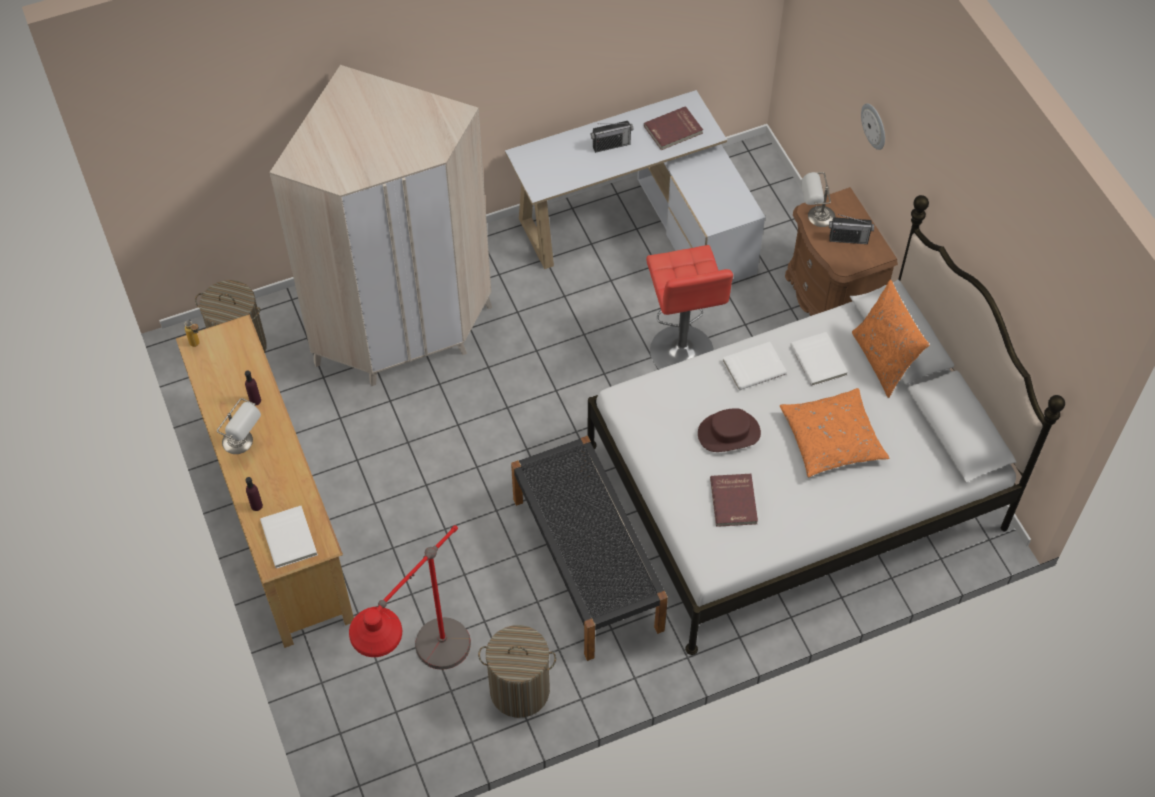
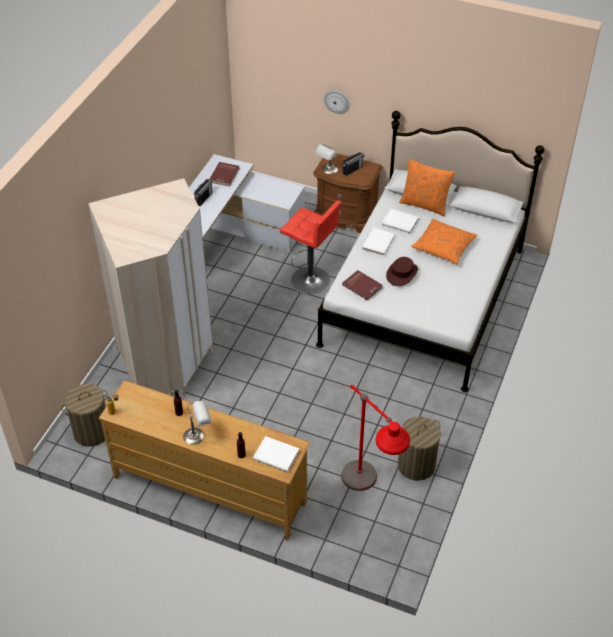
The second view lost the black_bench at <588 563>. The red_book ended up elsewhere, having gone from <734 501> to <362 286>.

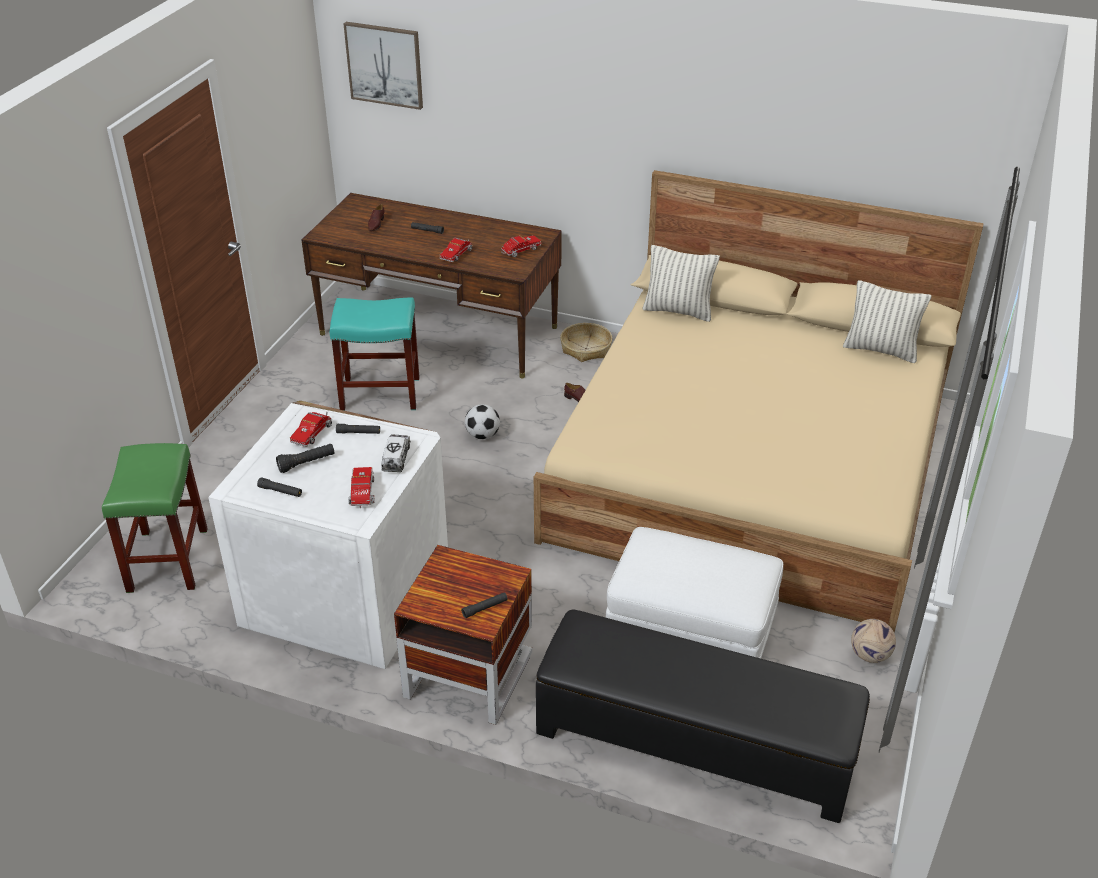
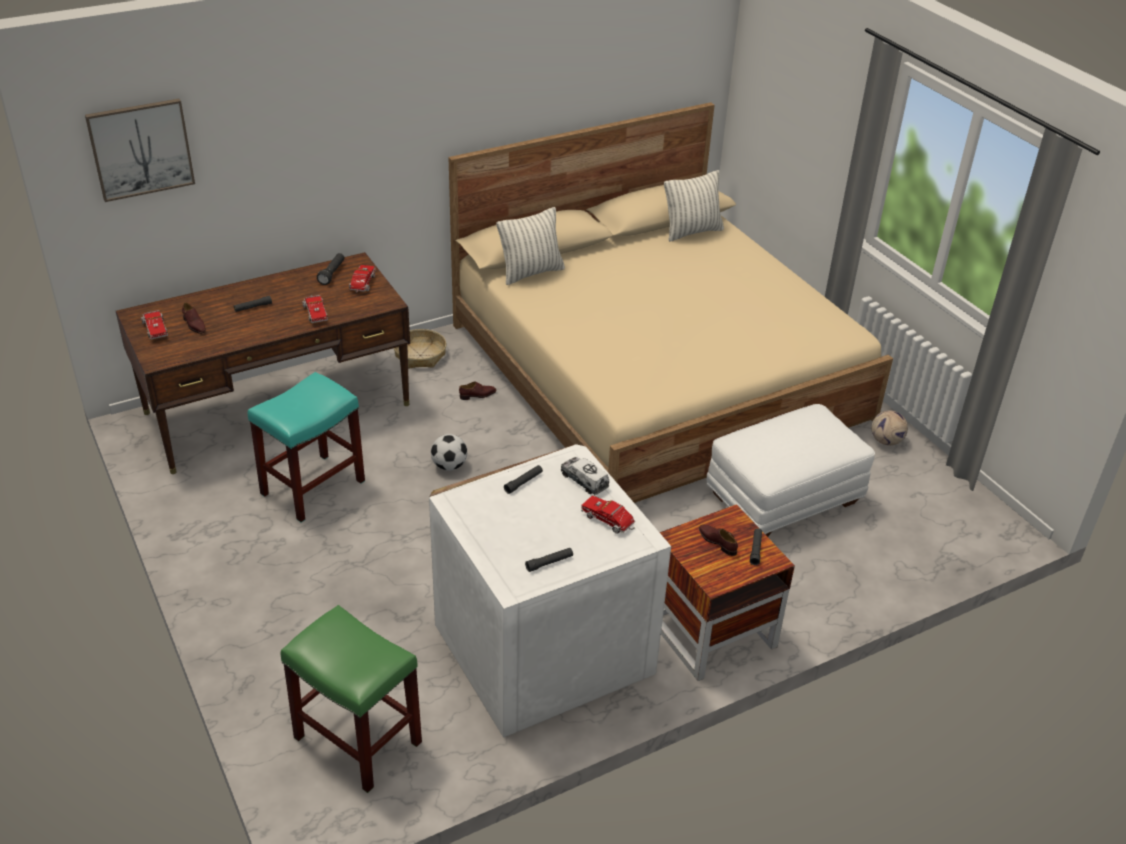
The black_flashlight ended up elsewhere, having gone from <306 463> to <332 274>. The toy_truck ended up elsewhere, having gone from <313 433> to <155 329>. The second view lost the black_bench at <693 740>. The second view gained the brown_shoe at <717 542>.

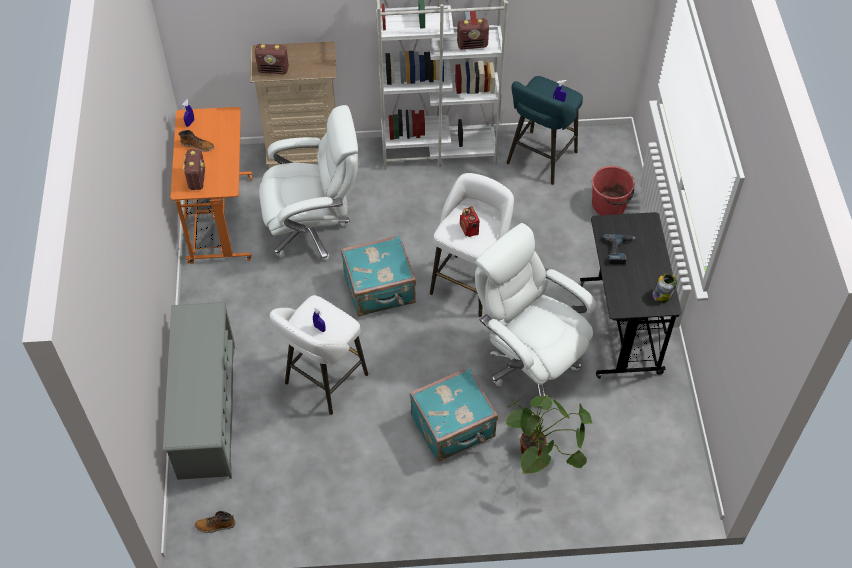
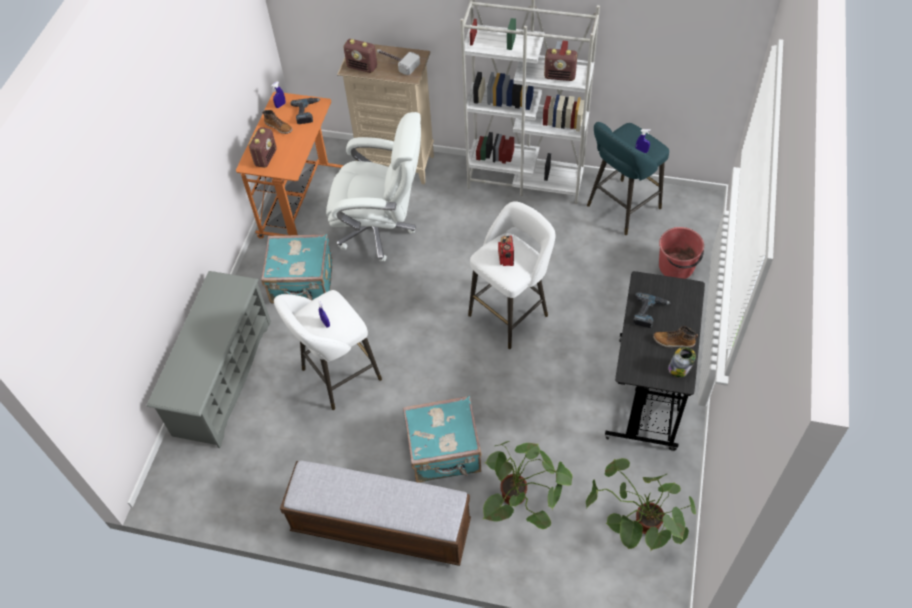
The boot ended up elsewhere, having gone from <215 525> to <673 342>. The turquoise_suitcase ended up elsewhere, having gone from <380 290> to <302 284>. The second view lost the white_office_chair at <528 361>. The second view gained the bench at <381 526>. The second view gained the power_drill at <307 112>. The second view gained the hammer at <396 62>. The second view gained the potted_plant at <636 529>.

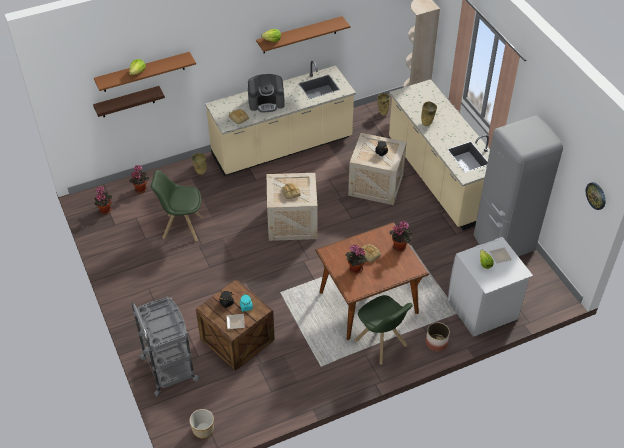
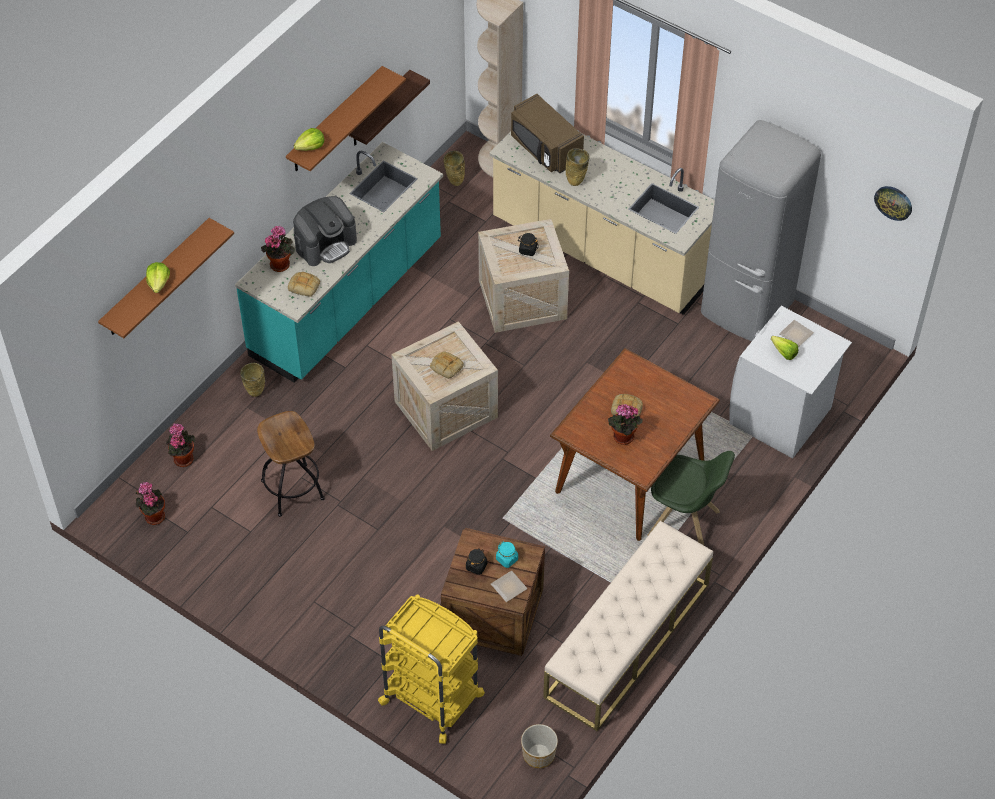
The shelf ended up elsewhere, having gone from <127 102> to <378 110>. What was the grey_cart at <170 369> turned into the yellow_cart at <432 698>. Where the green_chair stood at <182 227>, the brown_stool came to stand at <292 489>. What was the beige_counter at <282 148> turned into the turquoise_counter at <348 300>. The potted_plant ended up elsewhere, having gone from <400 246> to <280 263>. The second view lost the planter at <436 343>. The second view gained the brown_microwave at <545 149>. The second view gained the beige_bench at <627 640>.

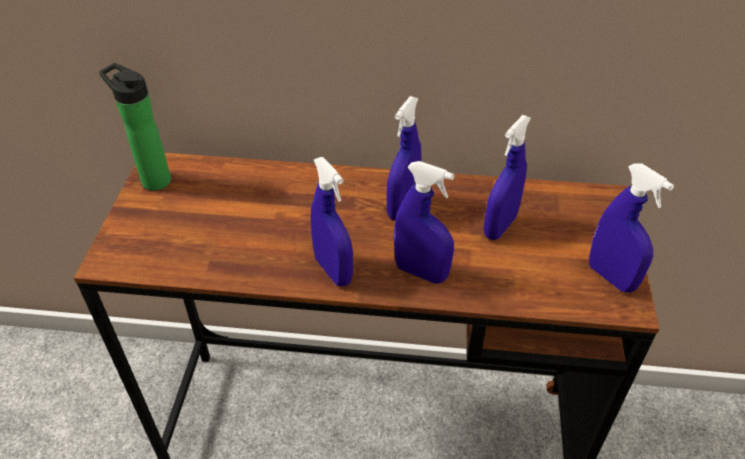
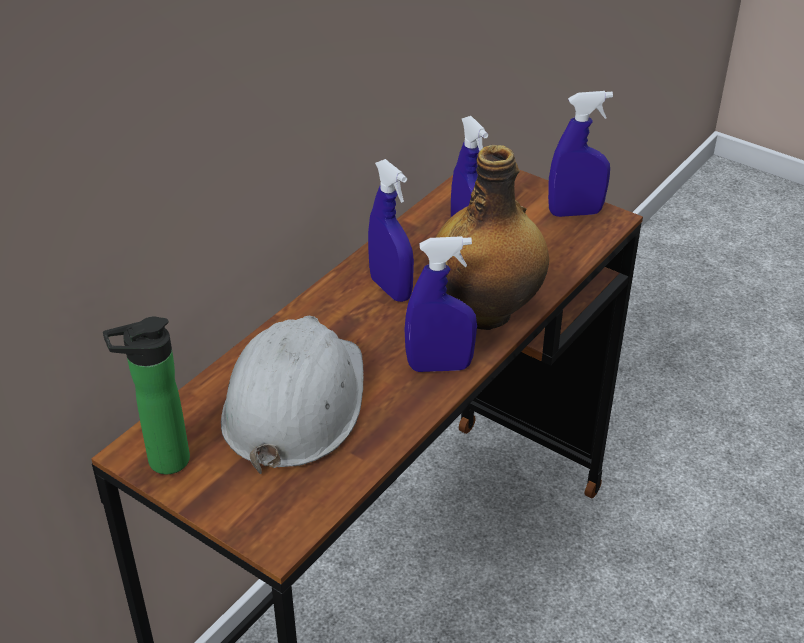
Where the blue_spray_bottle stood at <421 272>, the bottle came to stand at <487 312>. The second view gained the white_hard_hat at <294 403>.

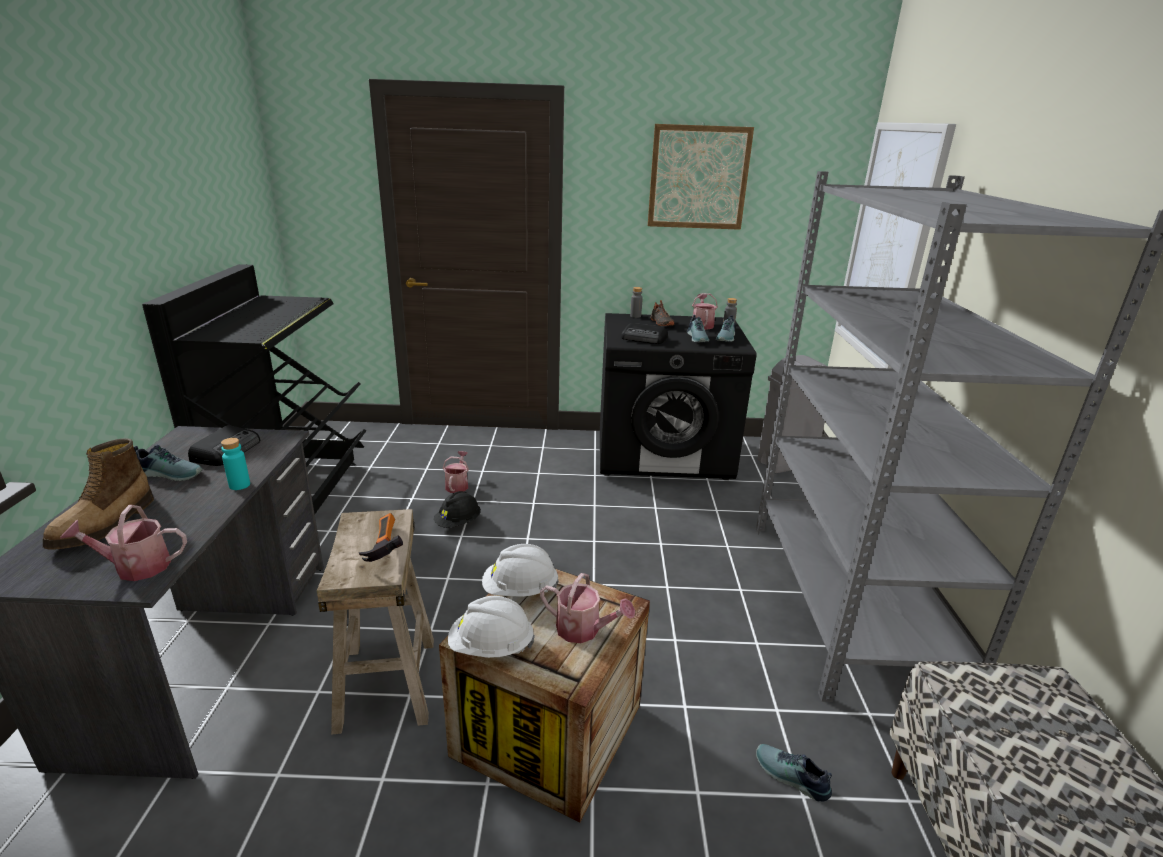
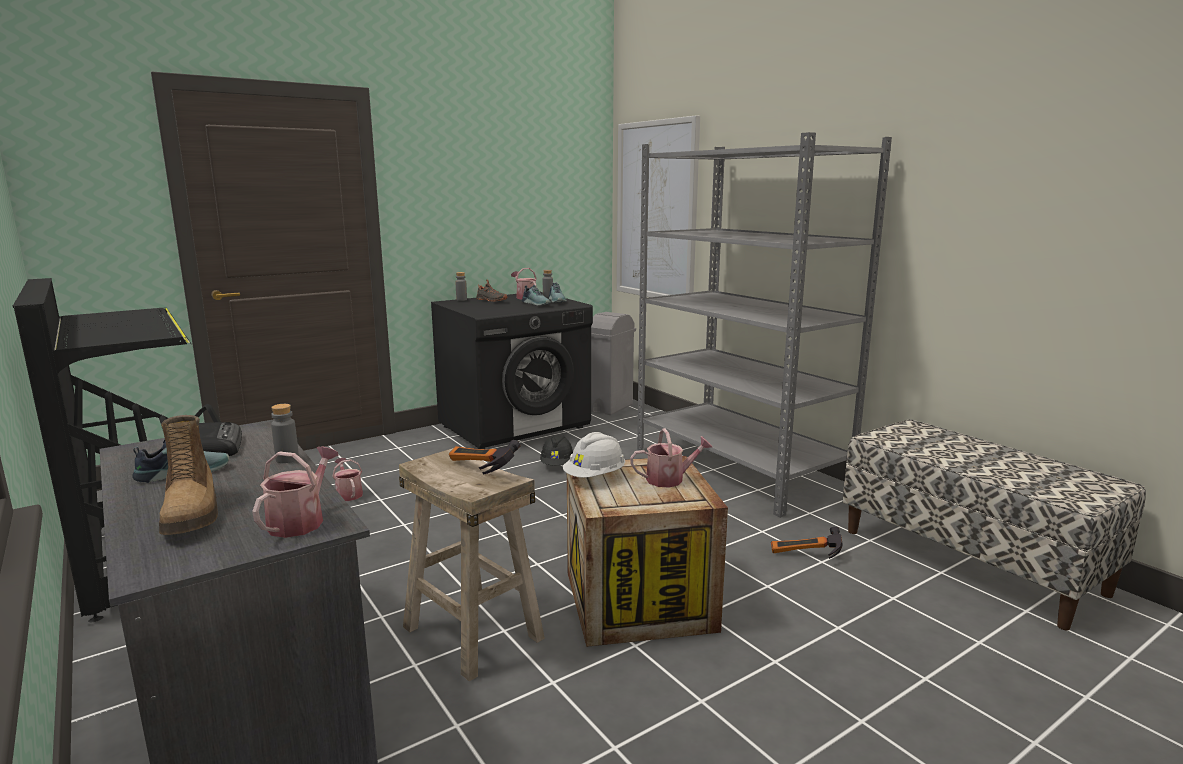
The watering_can at <135 567> ended up facing another way, 150 degrees clockwise from before. What was the turquoise_bottle at <239 485> turned into the grey_bottle at <287 459>. The black_hard_hat ended up elsewhere, having gone from <458 523> to <557 464>. The second view lost the white_hard_hat at <491 647>. The second view lost the radio at <644 338>. The second view lost the picture at <698 176>. Where the shoe stood at <790 777>, the hammer came to stand at <806 556>.

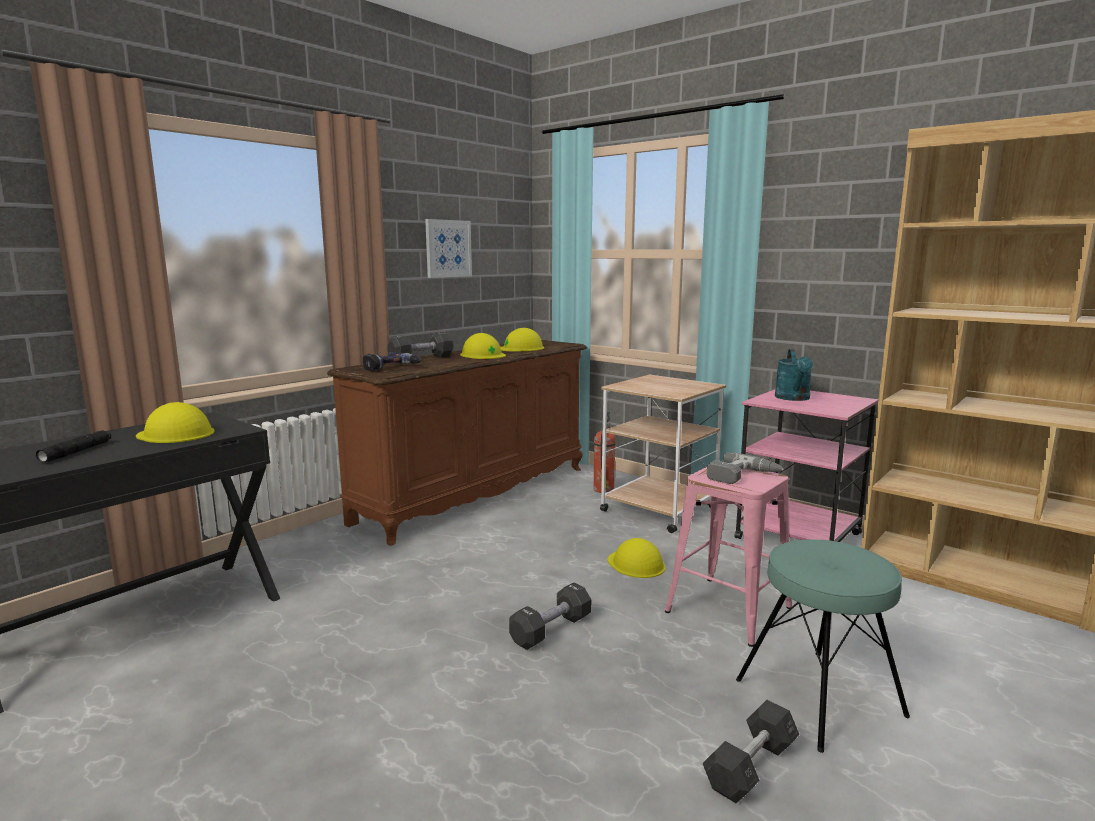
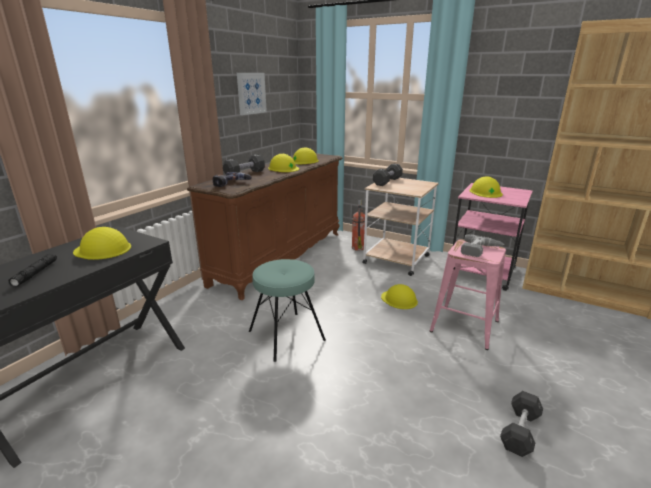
The black_dumbbell ended up elsewhere, having gone from <551 630> to <387 181>. The turquoise_stool ended up elsewhere, having gone from <819 698> to <286 335>. Where the turquoise_watering_can stood at <793 398>, the yellow_hard_hat came to stand at <485 192>.

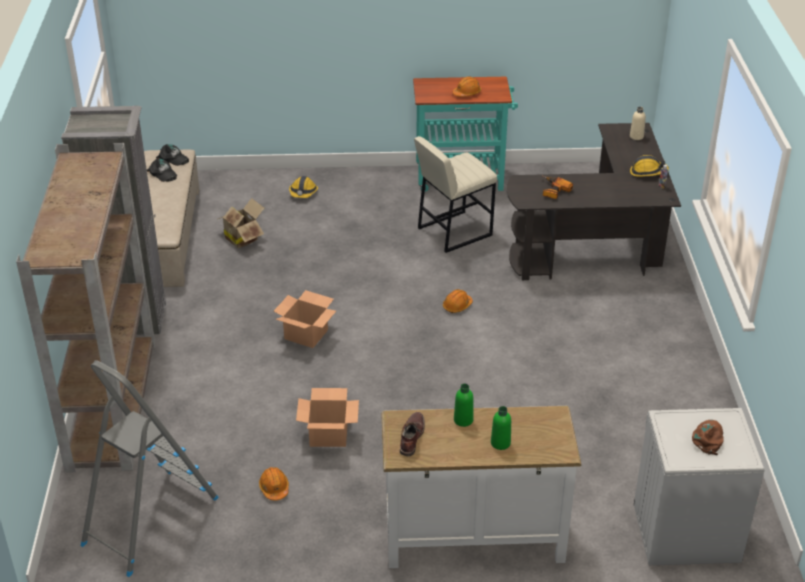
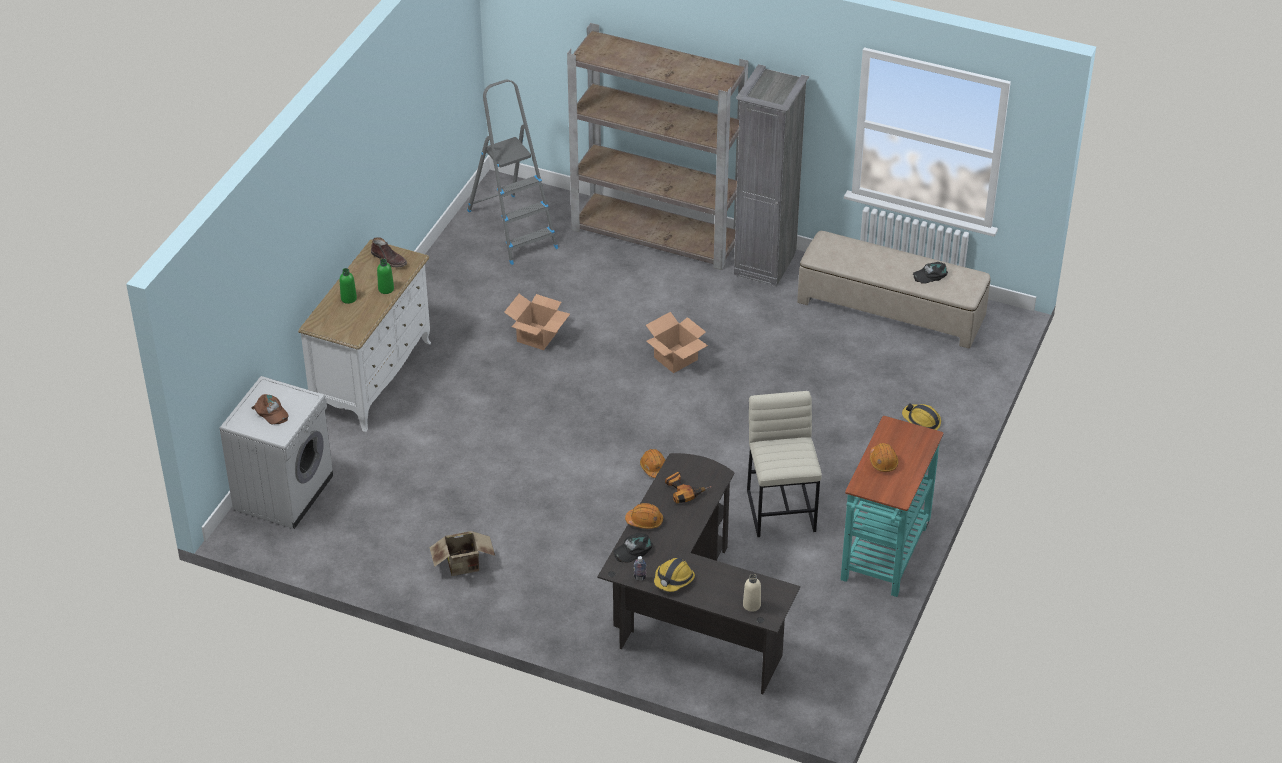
The black_cap ended up elsewhere, having gone from <173 158> to <633 549>. The cardboard_box ended up elsewhere, having gone from <243 238> to <464 566>. The orange_hard_hat ended up elsewhere, having gone from <274 488> to <644 521>.

